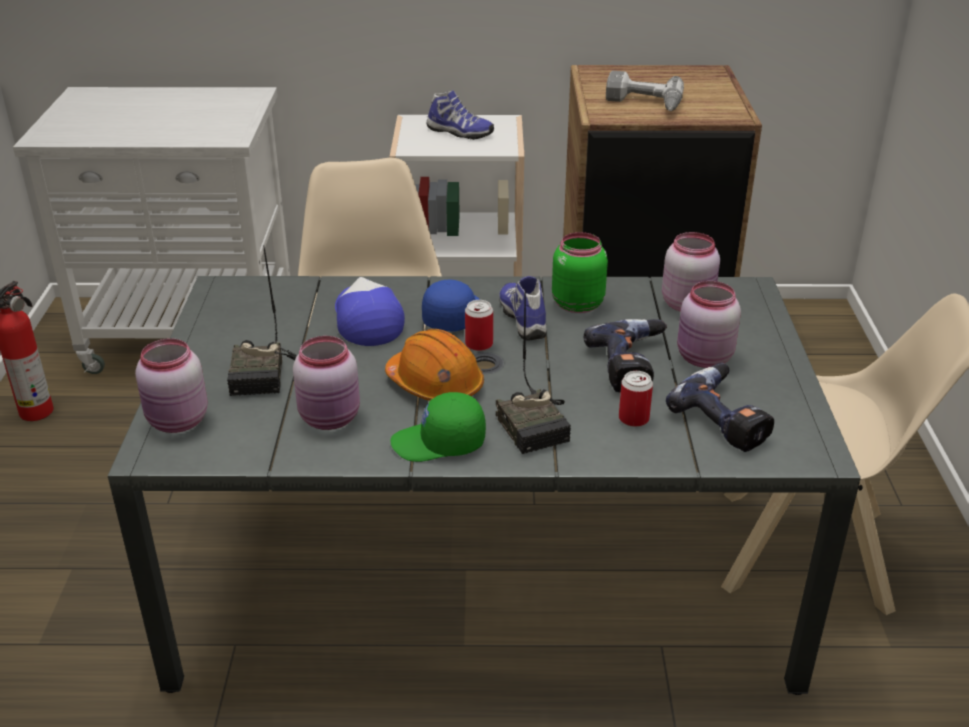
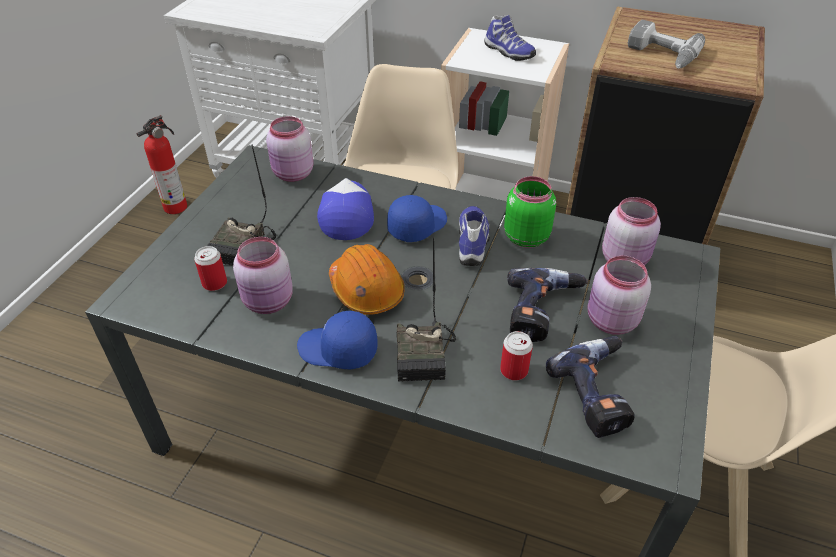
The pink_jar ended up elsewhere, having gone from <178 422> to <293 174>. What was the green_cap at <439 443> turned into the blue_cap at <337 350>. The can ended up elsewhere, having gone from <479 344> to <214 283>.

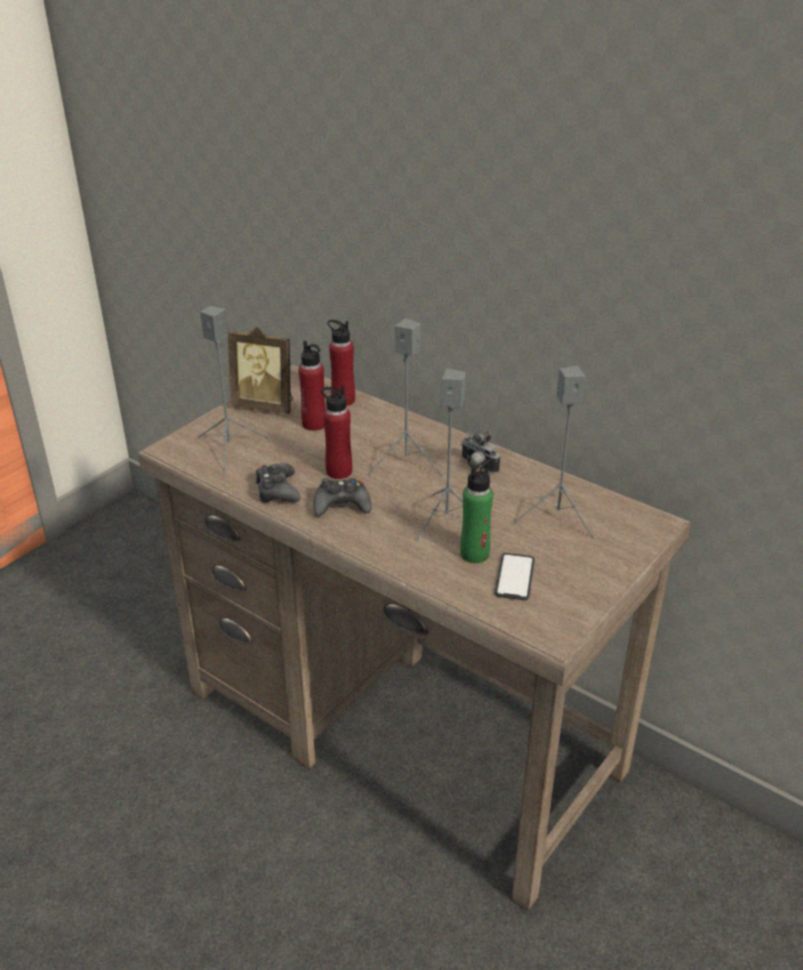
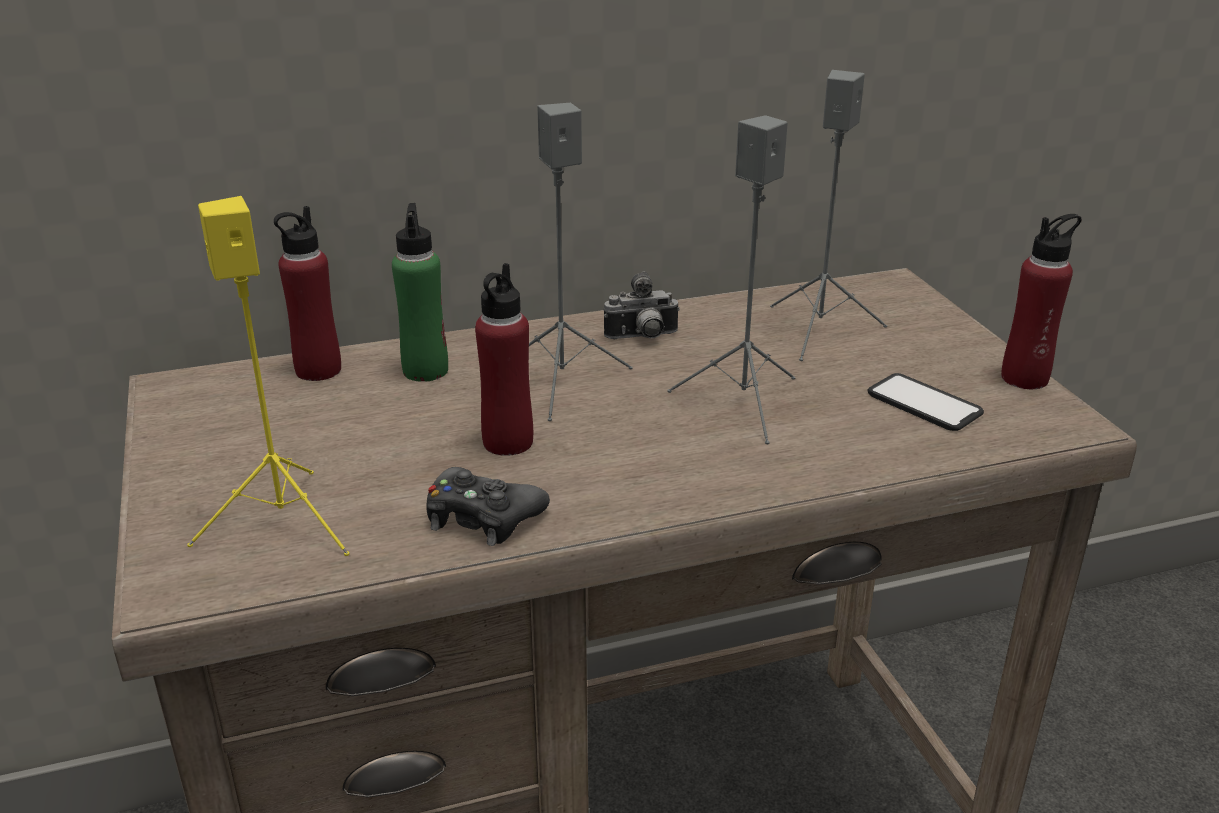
What was the grey_speaker at <230 448> turned into the yellow_speaker at <283 521>. The second view lost the picture_frame at <265 405>. The red_bottle ended up elsewhere, having gone from <314 424> to <1025 378>. The second view lost the black_game_controller at <342 505>. The green_bottle ended up elsewhere, having gone from <475 554> to <425 370>.

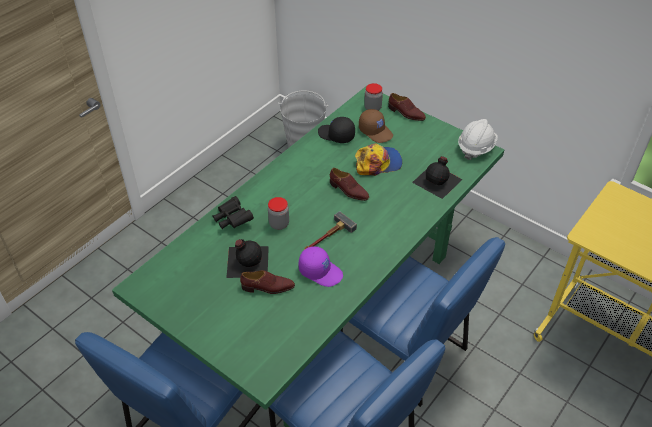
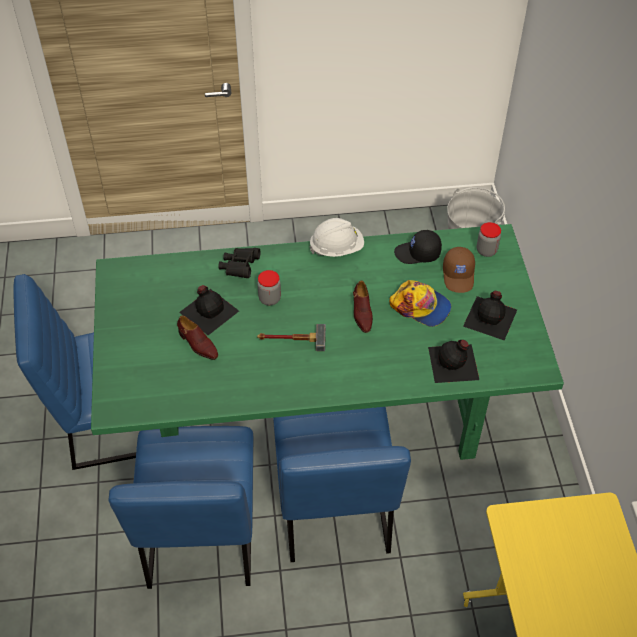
The second view lost the purple_cap at <321 271>. The black_cap at <336 135> ended up facing another way, 75 degrees counterclockwise from before. The second view lost the brown_shoe at <406 113>. The white_hard_hat ended up elsewhere, having gone from <476 147> to <337 248>. The second view gained the black_bottle at <491 317>.

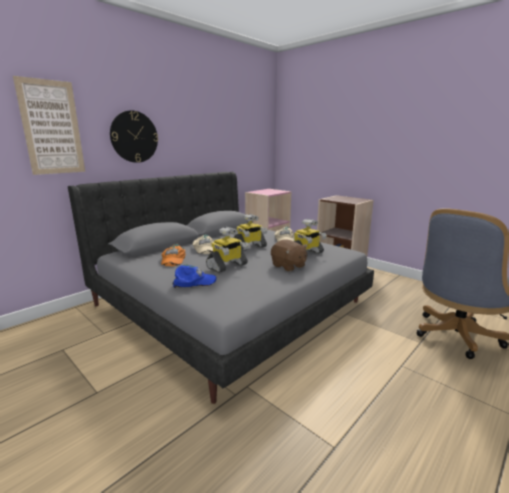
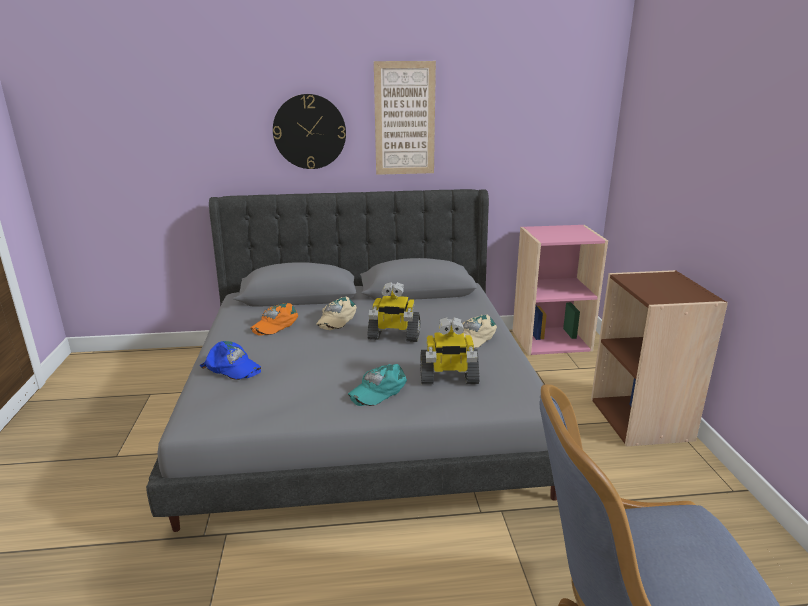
The picture ended up elsewhere, having gone from <52 128> to <404 119>. The second view lost the toy_robot at <227 266>. Where the brown_plush_toy stood at <288 266>, the turquoise_cap came to stand at <378 389>.

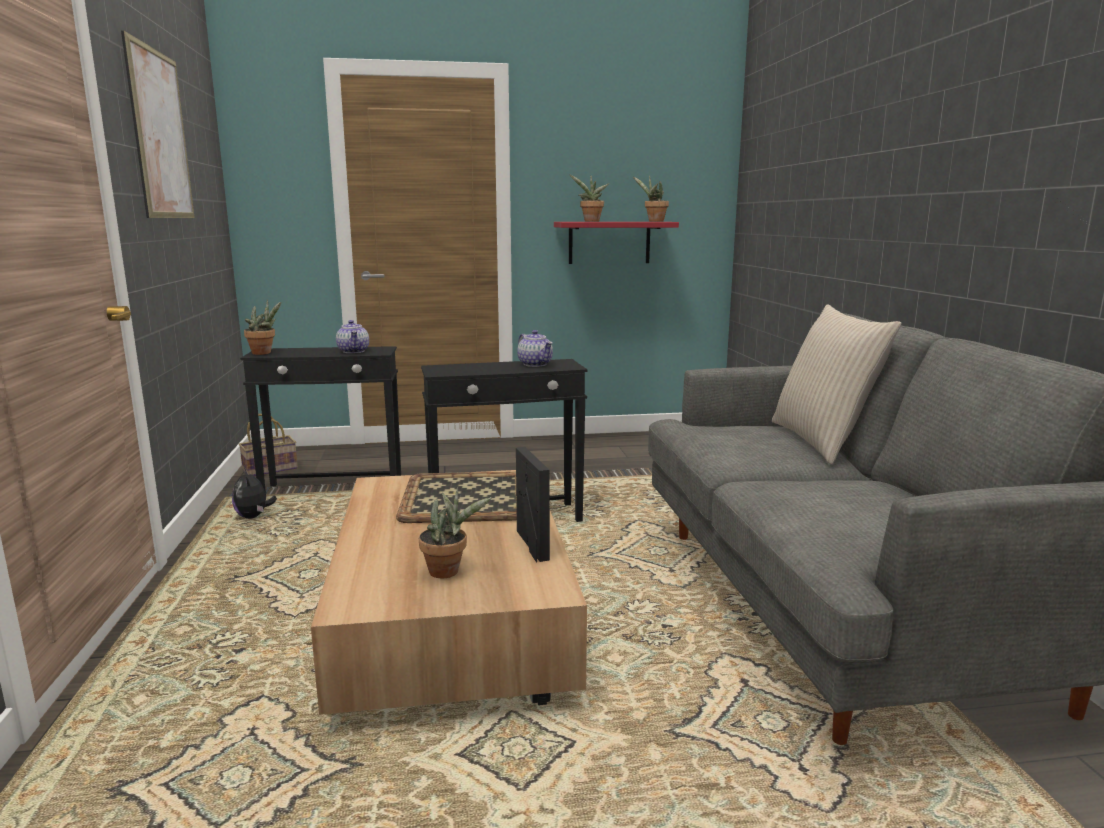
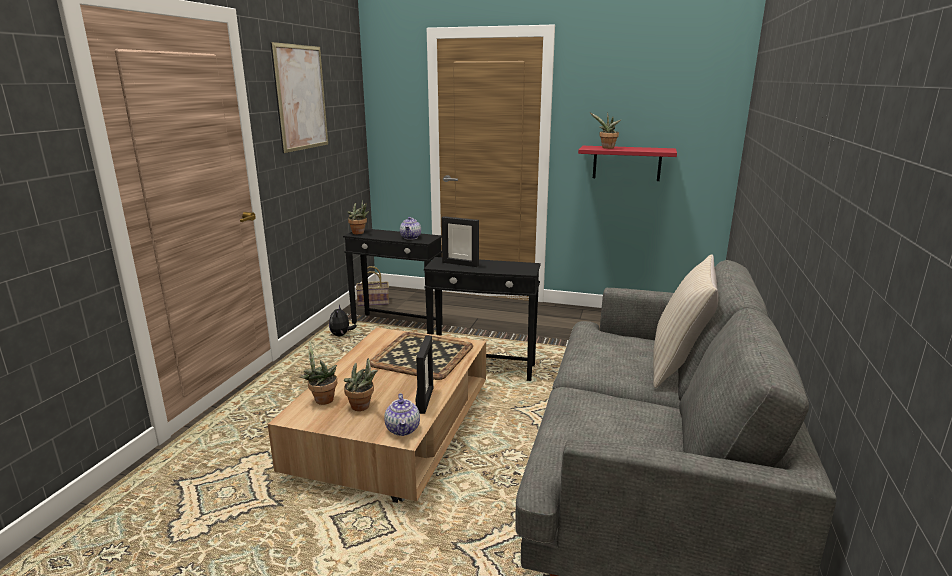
The teapot ended up elsewhere, having gone from <535 364> to <403 429>. The potted_plant ended up elsewhere, having gone from <653 221> to <322 399>. The second view gained the picture_frame at <460 264>.

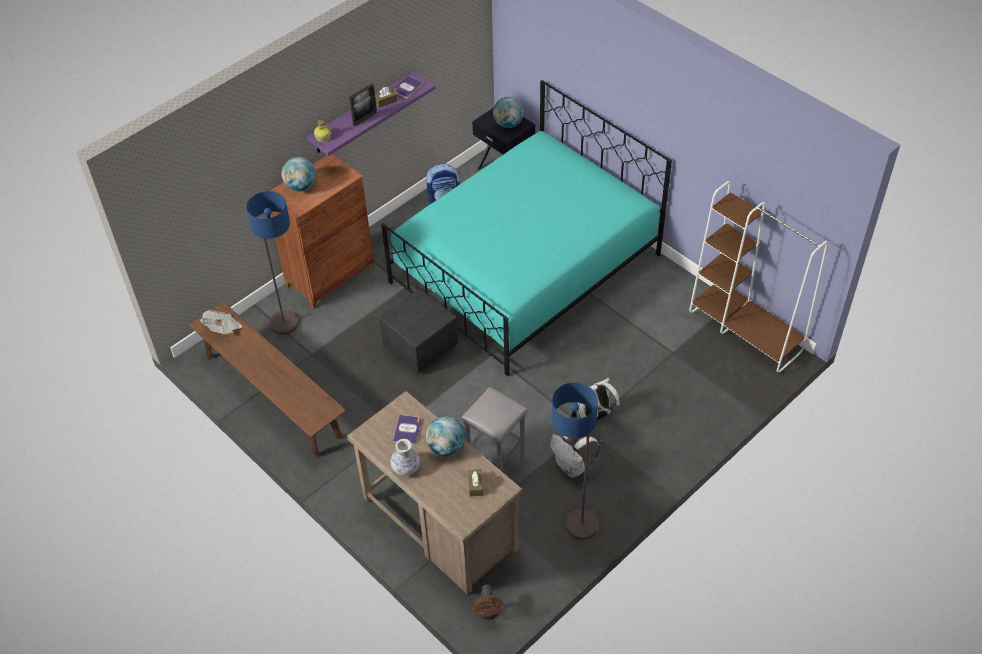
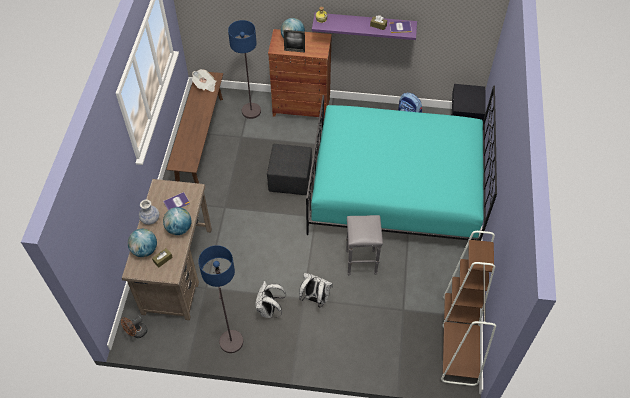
The picture_frame ended up elsewhere, having gone from <365 119> to <294 50>. The grey_stool ended up elsewhere, having gone from <497 463> to <362 262>. The globe ended up elsewhere, having gone from <508 124> to <144 250>.

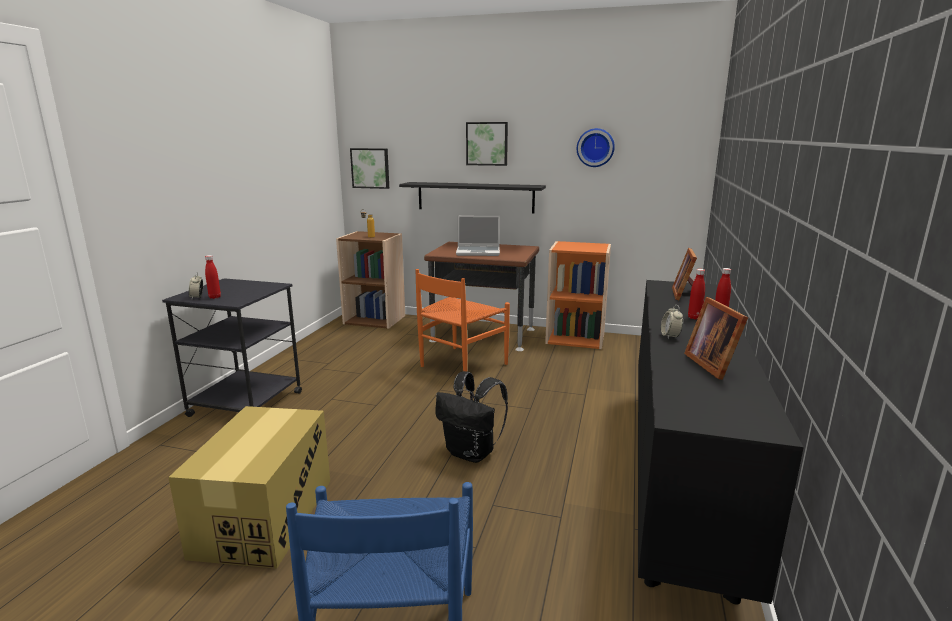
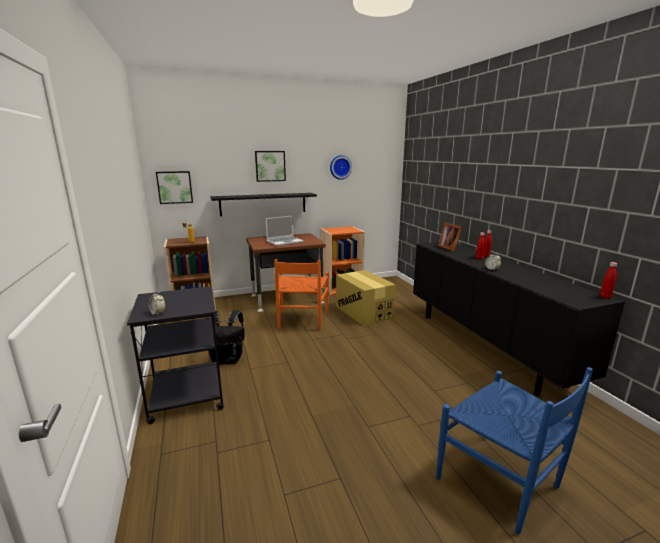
The cardboard_box ended up elsewhere, having gone from <264 517> to <363 312>. The red_bottle ended up elsewhere, having gone from <215 297> to <605 297>. The black_backpack ended up elsewhere, having gone from <472 453> to <228 359>. The second view lost the picture_frame at <713 364>.

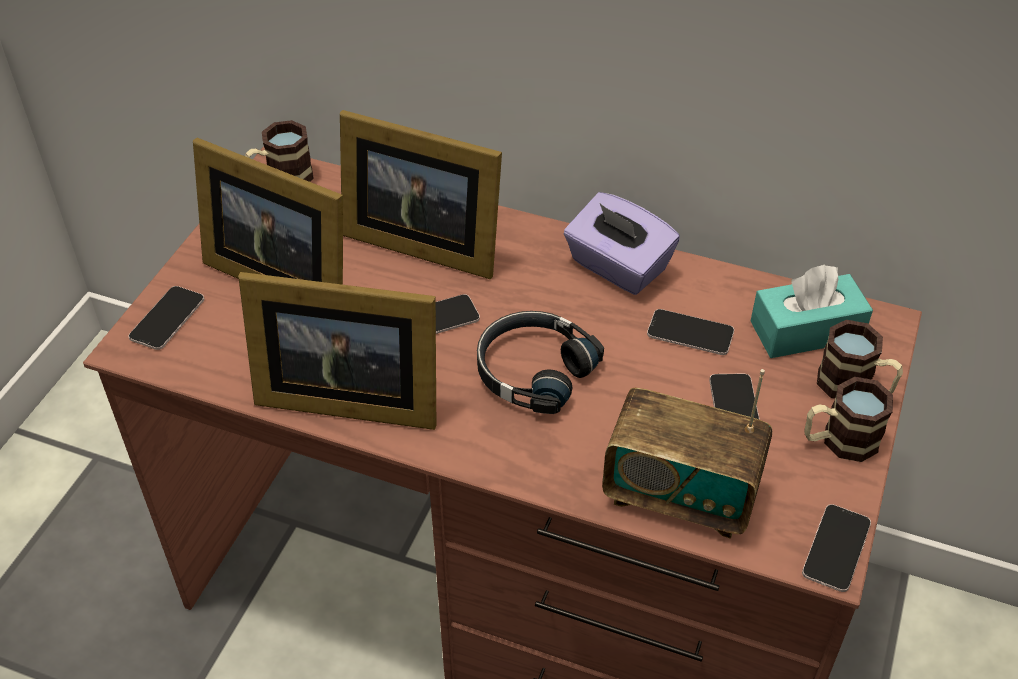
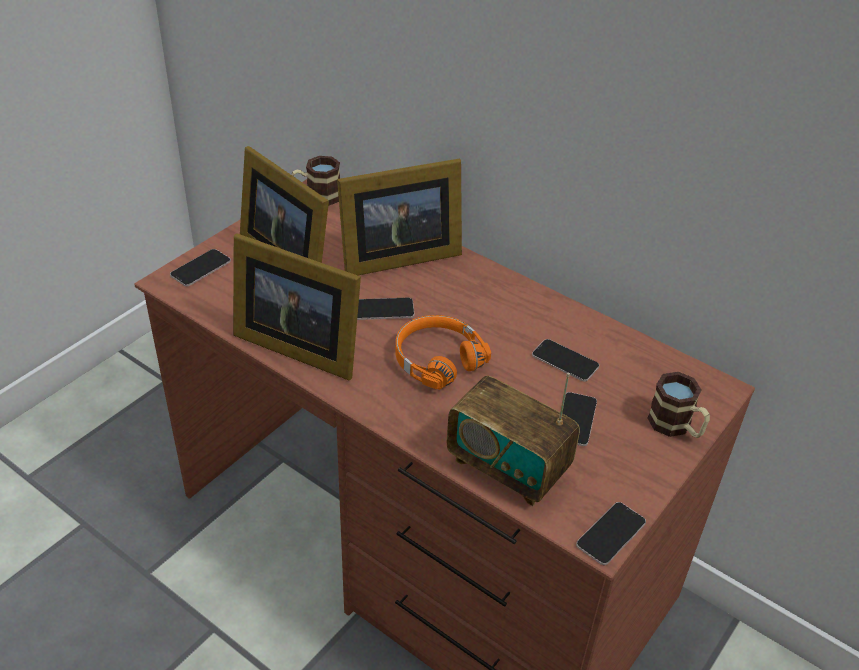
The picture_frame at <420 241> ended up facing another way, 60 degrees counterclockwise from before. What was the black_headphones at <533 370> turned into the orange_headphones at <437 359>. The second view lost the purple_tissue_box at <617 267>. The second view lost the turquoise_tissue_box at <806 331>. The second view lost the mug at <839 441>.

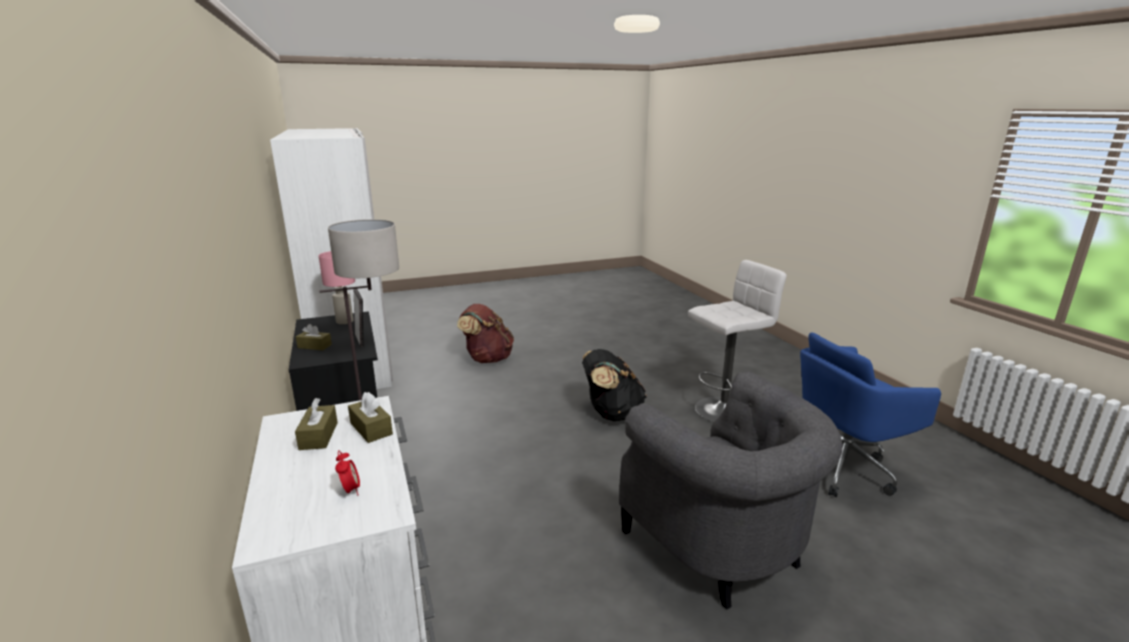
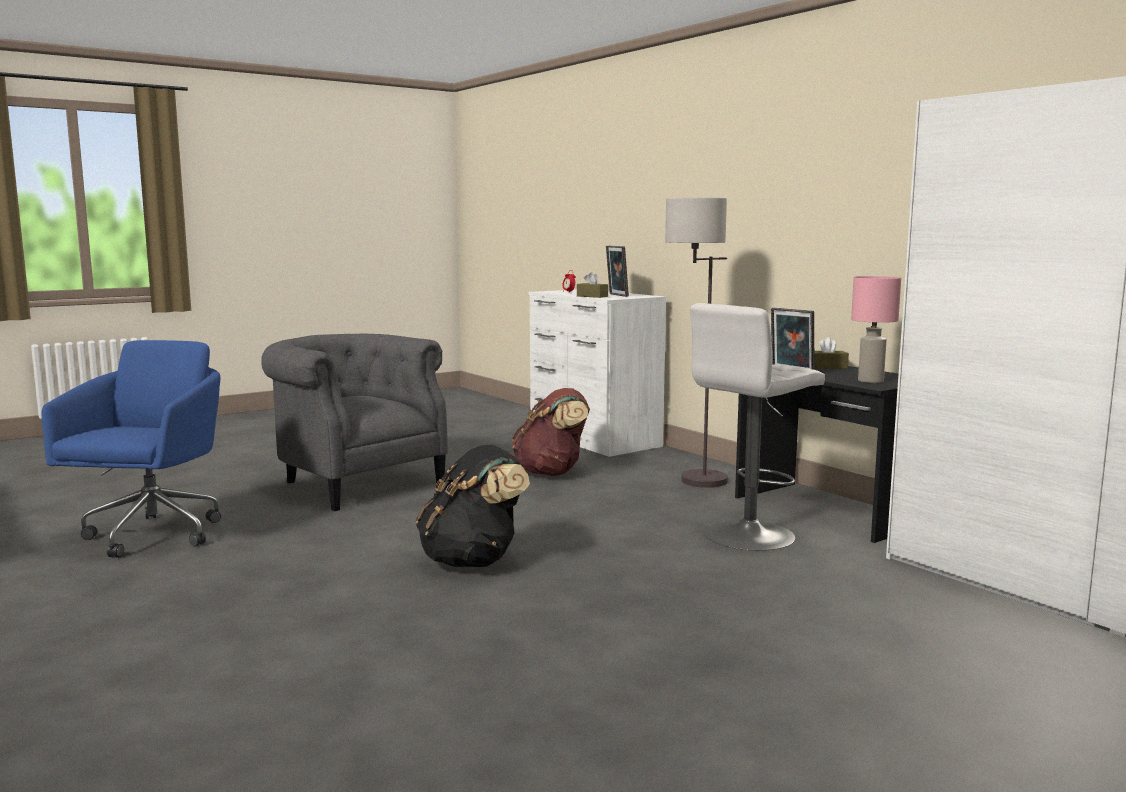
Where the brown_tissue_box stood at <318 436>, the picture_frame came to stand at <616 295>. The brown_backpack ended up elsewhere, having gone from <487 359> to <552 472>. The white_stool ended up elsewhere, having gone from <724 410> to <748 535>. The blue_office_chair at <845 469> ended up facing another way, 45 degrees counterclockwise from before.

